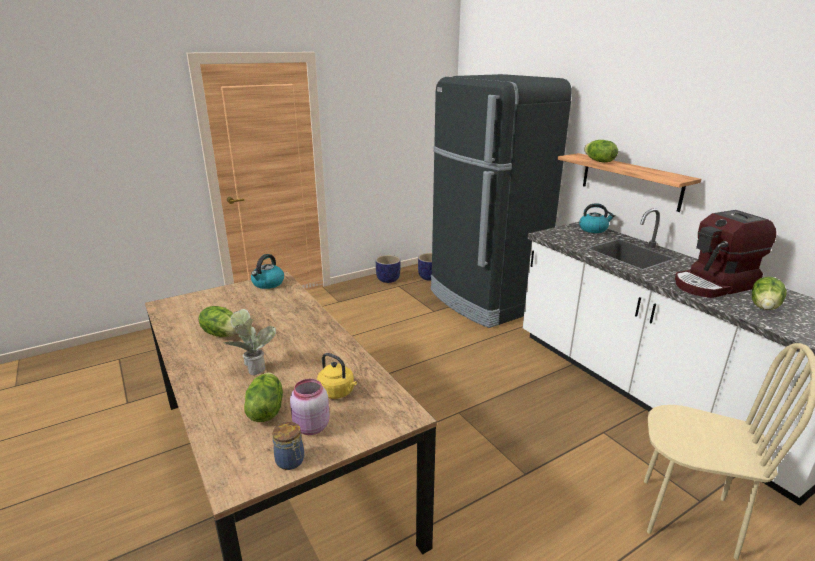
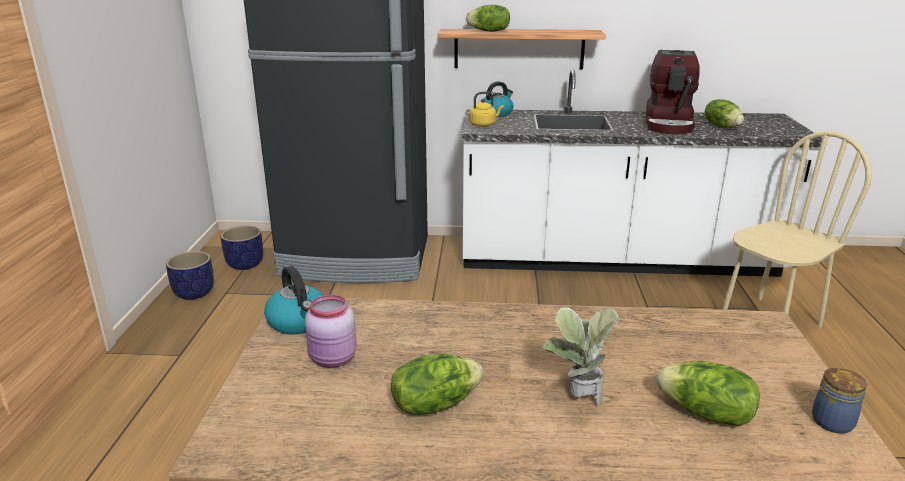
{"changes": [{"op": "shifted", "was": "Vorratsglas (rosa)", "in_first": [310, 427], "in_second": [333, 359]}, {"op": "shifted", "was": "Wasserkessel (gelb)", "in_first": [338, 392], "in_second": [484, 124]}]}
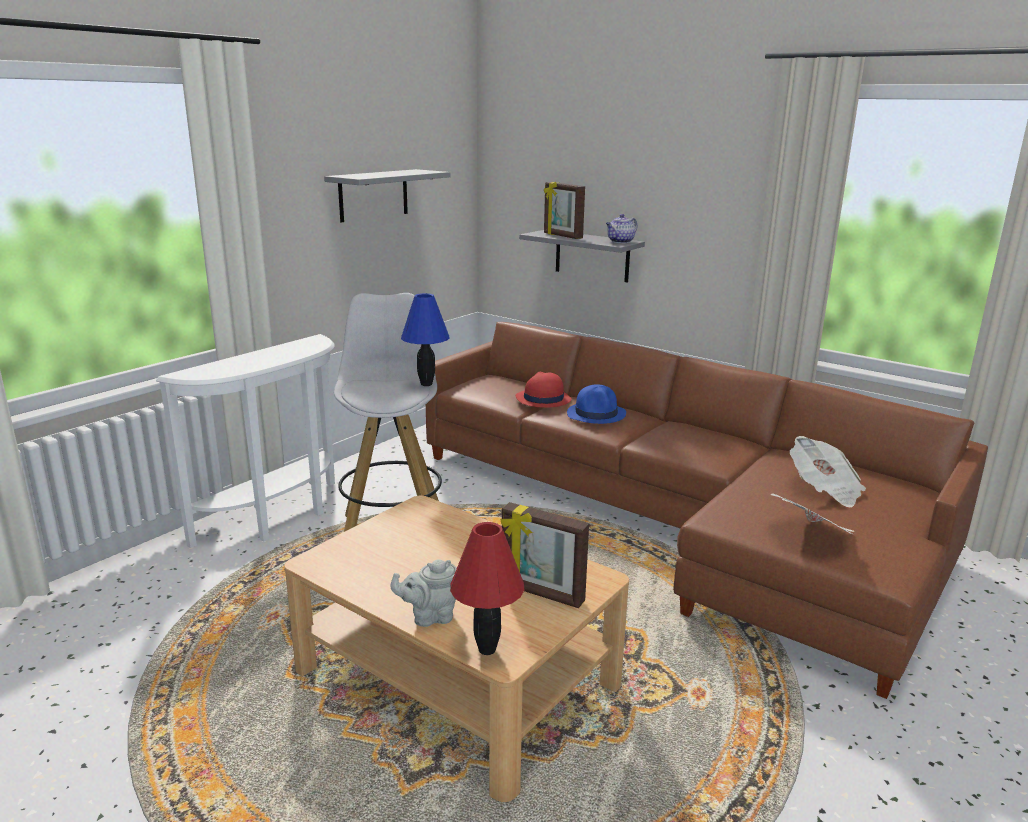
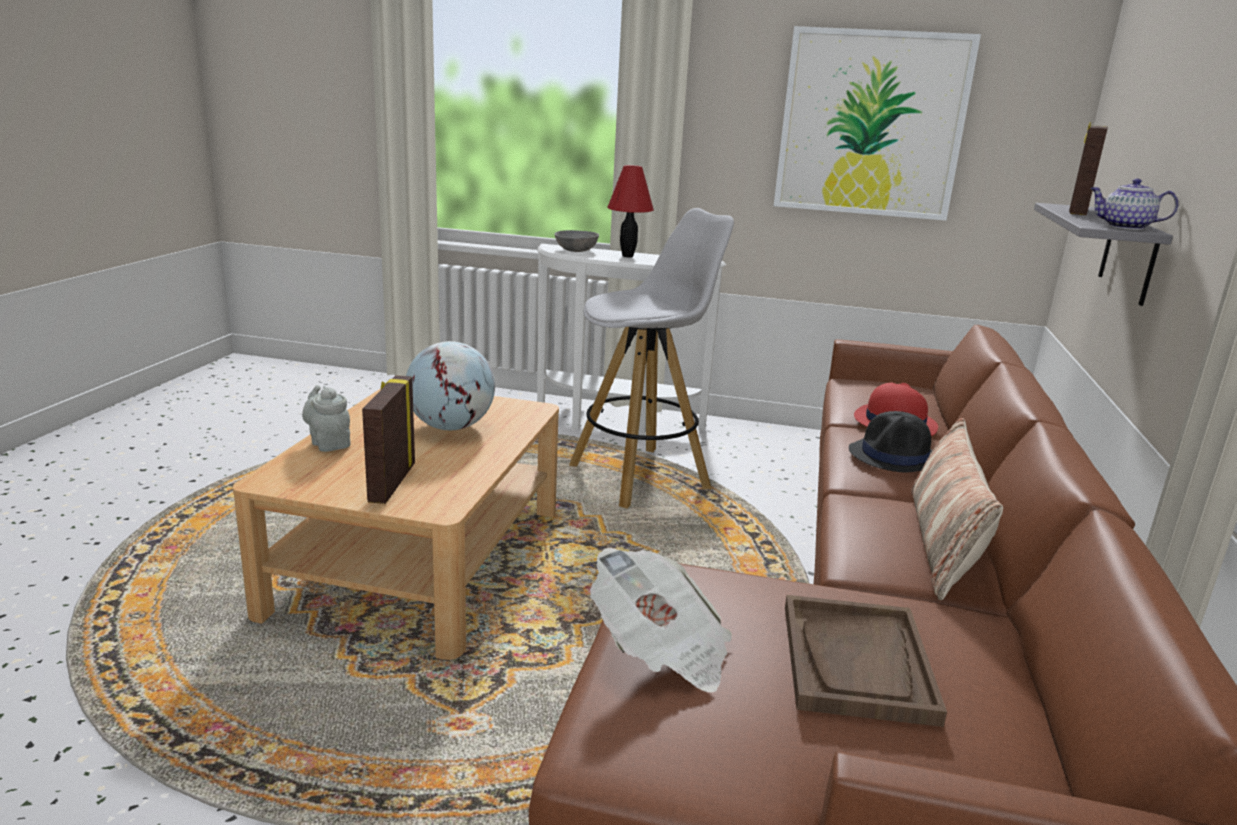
{"changes": [{"op": "swapped", "was": "Wandregal (grau)", "now": "Bild", "in_first": [373, 195], "in_second": [871, 124]}, {"op": "gone", "was": "Tischlampe (blau)", "in_first": [426, 384]}, {"op": "shifted", "was": "Tischlampe (rot)", "in_first": [486, 650], "in_second": [627, 256]}, {"op": "repainted", "was": "Hut (blau)", "now": "Hut (schwarz)", "in_first": [596, 414], "in_second": [895, 456]}, {"op": "swapped", "was": "Zeitung", "now": "Tablett (braun)", "in_first": [824, 490], "in_second": [857, 662]}, {"op": "new", "now": "Globus", "in_second": [451, 427]}, {"op": "new", "now": "Schüssel (grau)", "in_second": [577, 250]}, {"op": "new", "now": "Kissen", "in_second": [943, 542]}]}
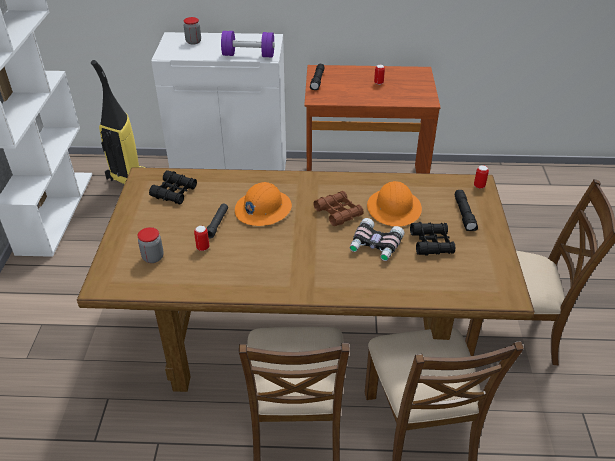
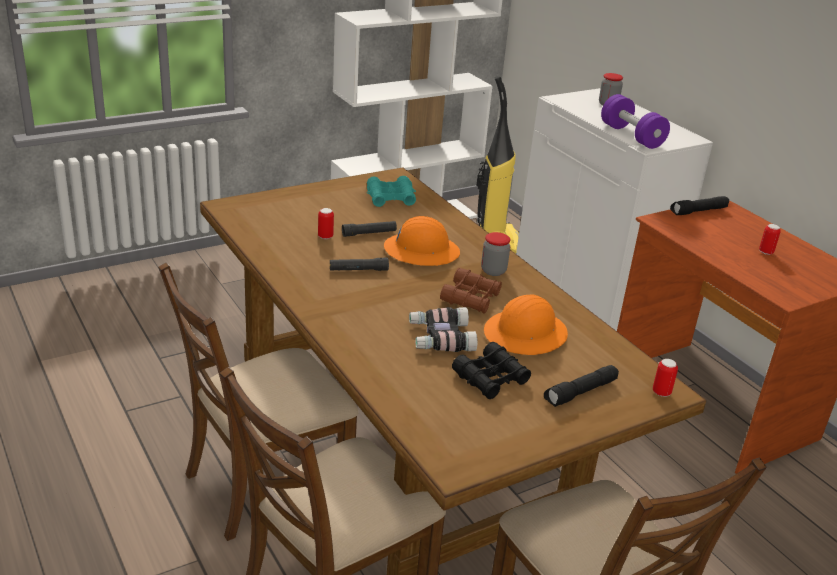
{"changes": [{"op": "shifted", "was": "Vorratsglas", "in_first": [153, 257], "in_second": [493, 271]}, {"op": "repainted", "was": "Fernglas (schwarz)", "now": "Fernglas (türkis)", "in_first": [174, 192], "in_second": [391, 198]}, {"op": "new", "now": "Taschenlampe (schwarz)", "in_second": [358, 270]}]}
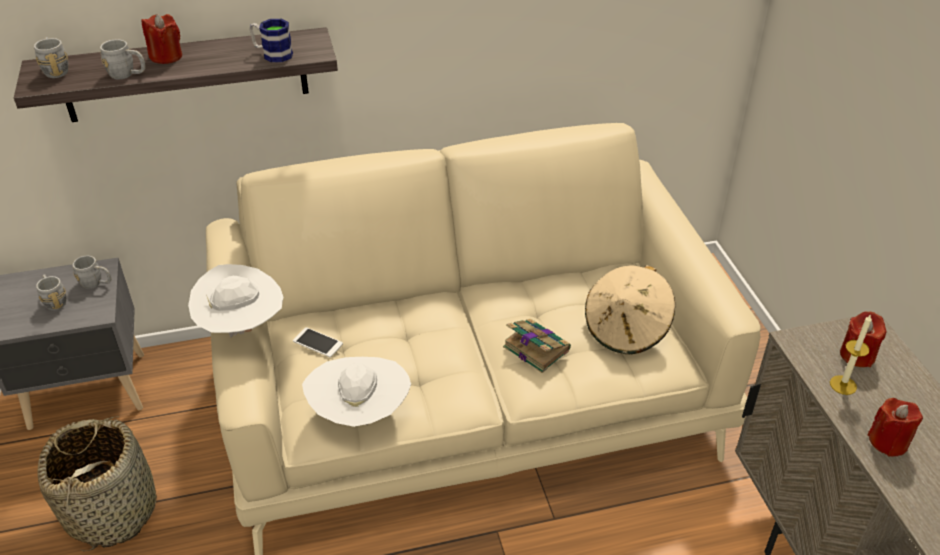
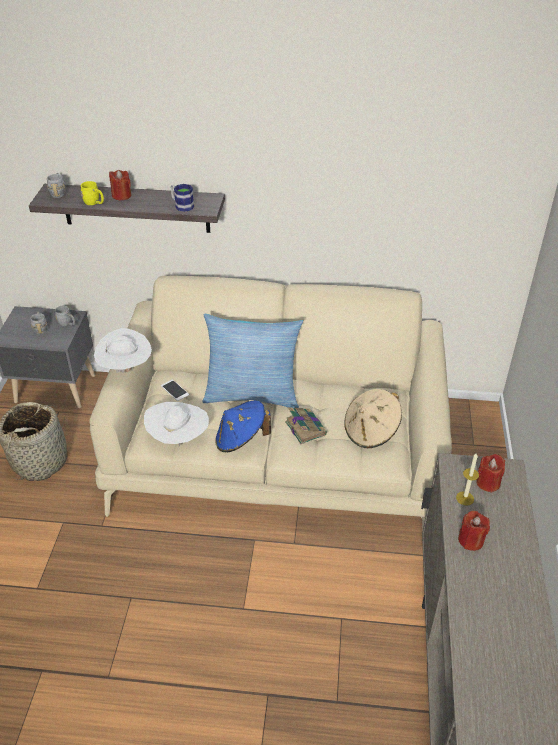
{"changes": [{"op": "repainted", "was": "Henkelbecher (grau)", "now": "Henkelbecher (gelb)", "in_first": [127, 75], "in_second": [94, 203]}, {"op": "new", "now": "Kissen", "in_second": [252, 395]}, {"op": "new", "now": "Hut (blau)", "in_second": [241, 440]}]}
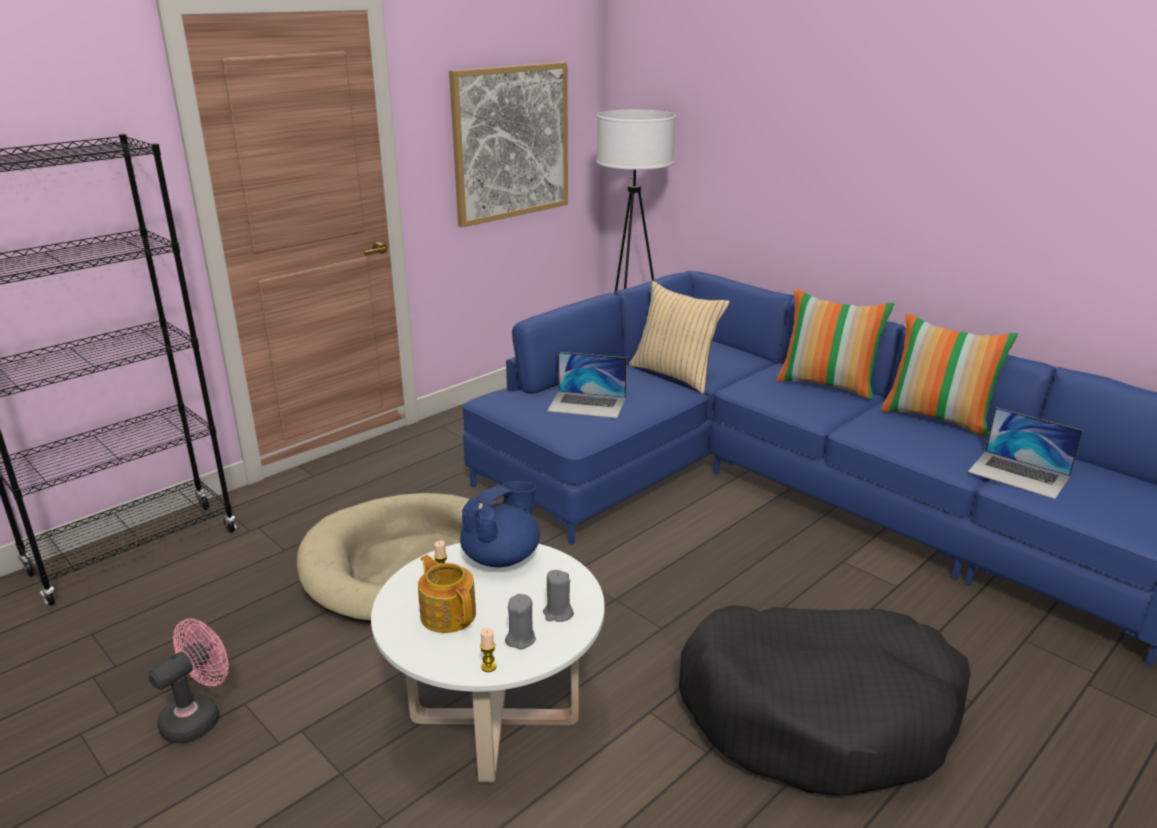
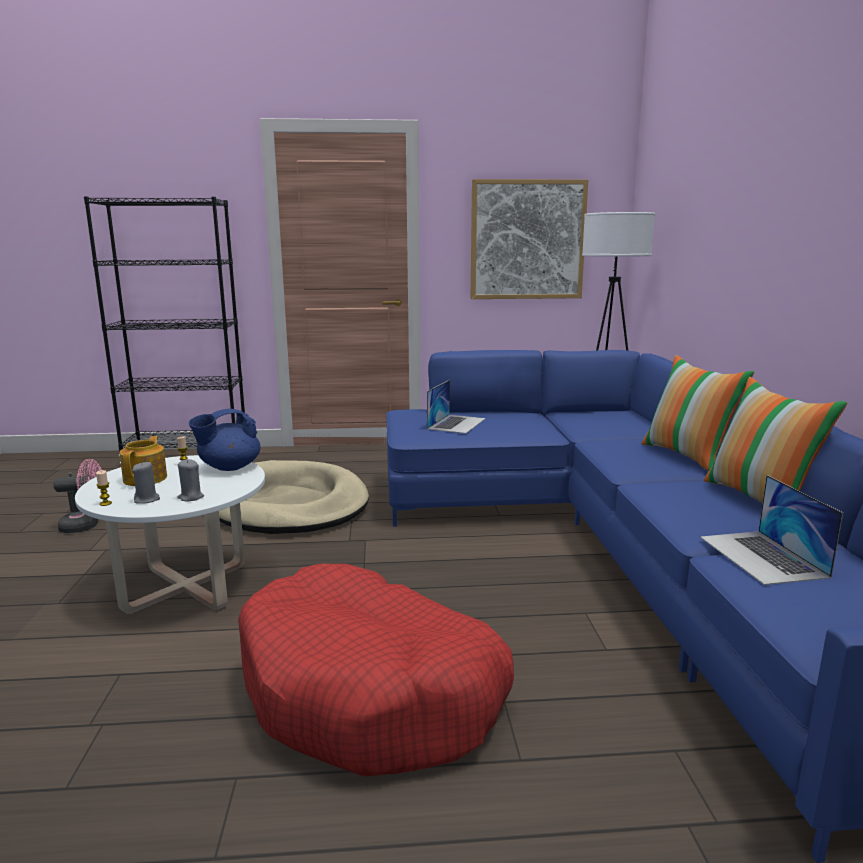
{"changes": [{"op": "rotated", "was": "Teekanne (blau)", "in_first": [502, 557], "in_second": [229, 467], "clockwise": 150}, {"op": "rotated", "was": "Laptop", "in_first": [587, 404], "in_second": [457, 423], "clockwise": -120}, {"op": "gone", "was": "Kissen (beige)", "in_first": [675, 375]}, {"op": "repainted", "was": "Hundebett (schwarz)", "now": "Hundebett (rot)", "in_first": [819, 714], "in_second": [371, 690]}]}
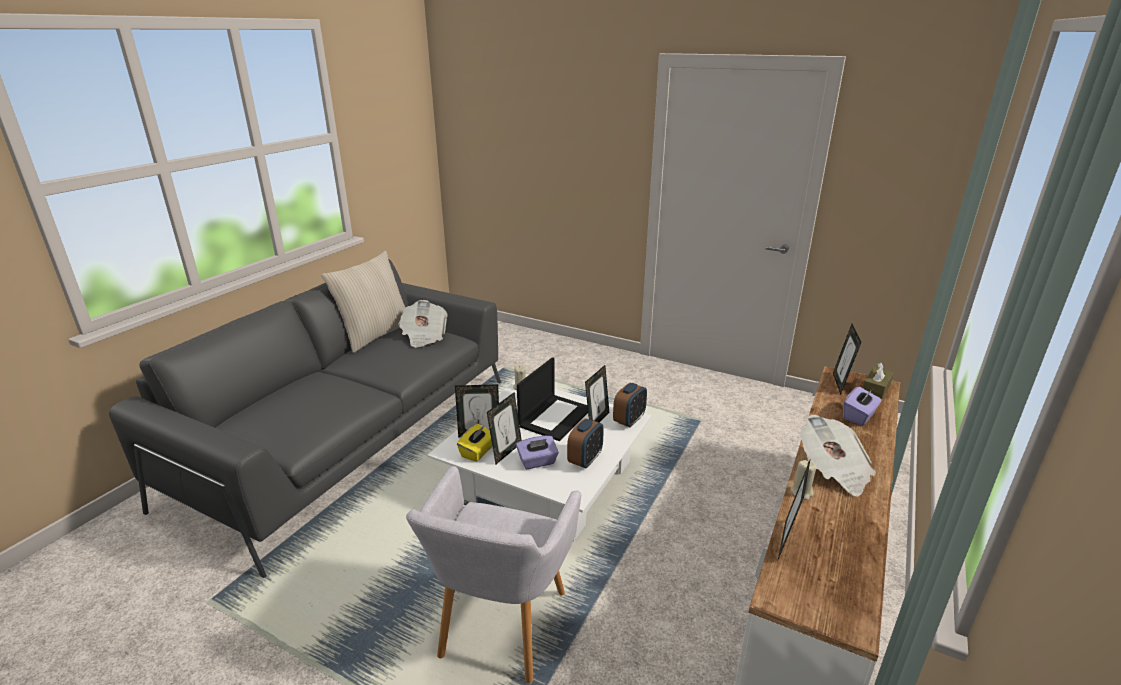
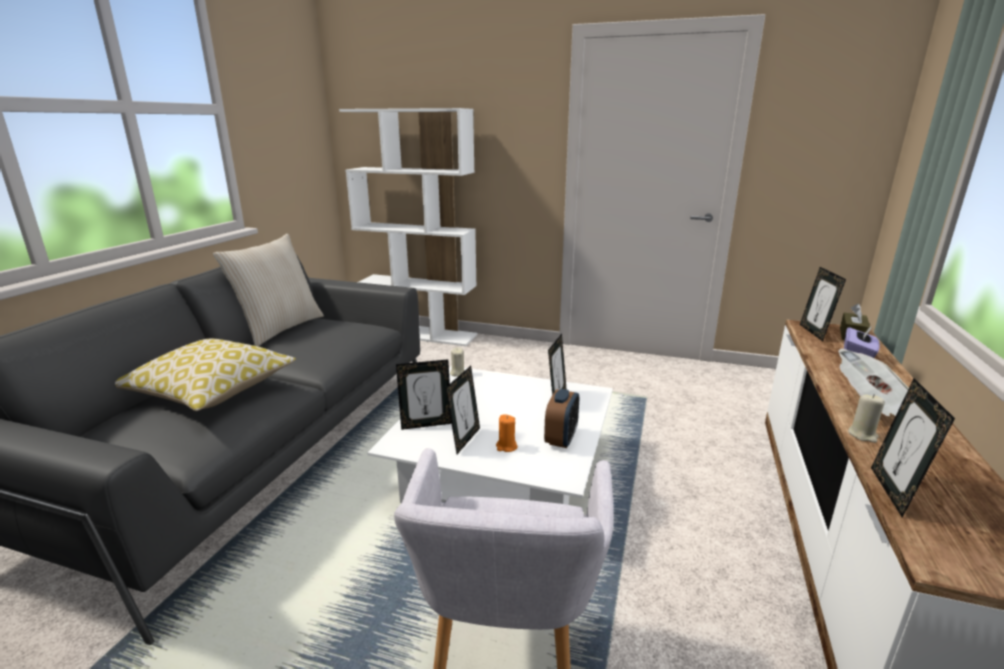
{"changes": [{"op": "gone", "was": "Zeitung", "in_first": [424, 336]}, {"op": "gone", "was": "Taschentuchbox (gelb)", "in_first": [477, 452]}, {"op": "swapped", "was": "Taschentuchbox (lila)", "now": "Kerze (orange)", "in_first": [537, 462], "in_second": [506, 446]}, {"op": "gone", "was": "Laptop", "in_first": [555, 417]}, {"op": "gone", "was": "Wecker", "in_first": [629, 420]}, {"op": "new", "now": "Kissen", "in_second": [210, 391]}, {"op": "new", "now": "Bücherregal (weiß)", "in_second": [420, 333]}]}
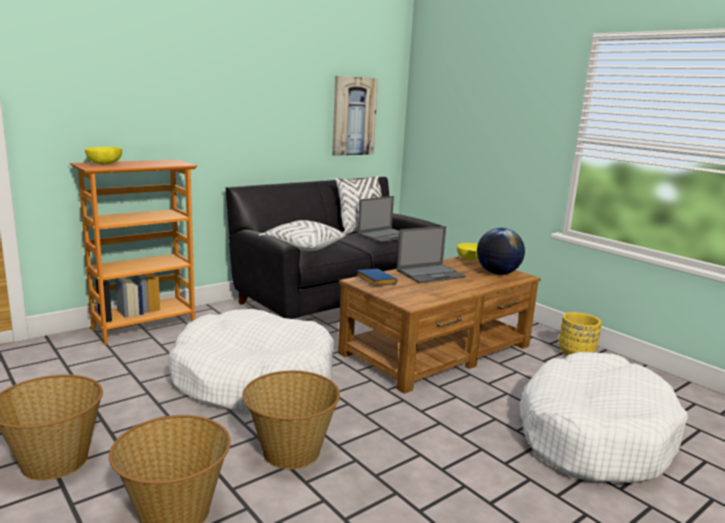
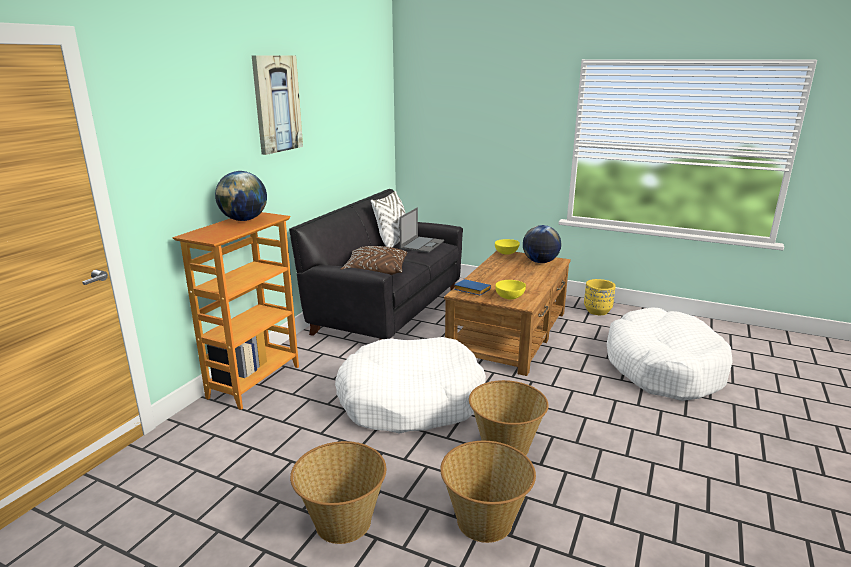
{"changes": [{"op": "shifted", "was": "Schüssel (gelb)", "in_first": [104, 164], "in_second": [510, 298]}, {"op": "repainted", "was": "Kissen (weiß)", "now": "Kissen (braun)", "in_first": [302, 247], "in_second": [376, 271]}, {"op": "shifted", "was": "Bild", "in_first": [353, 116], "in_second": [276, 104]}, {"op": "gone", "was": "Laptop", "in_first": [431, 274]}, {"op": "new", "now": "Globus", "in_second": [244, 220]}]}
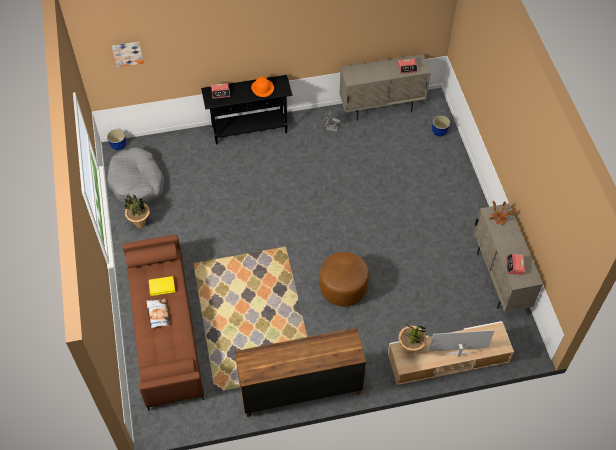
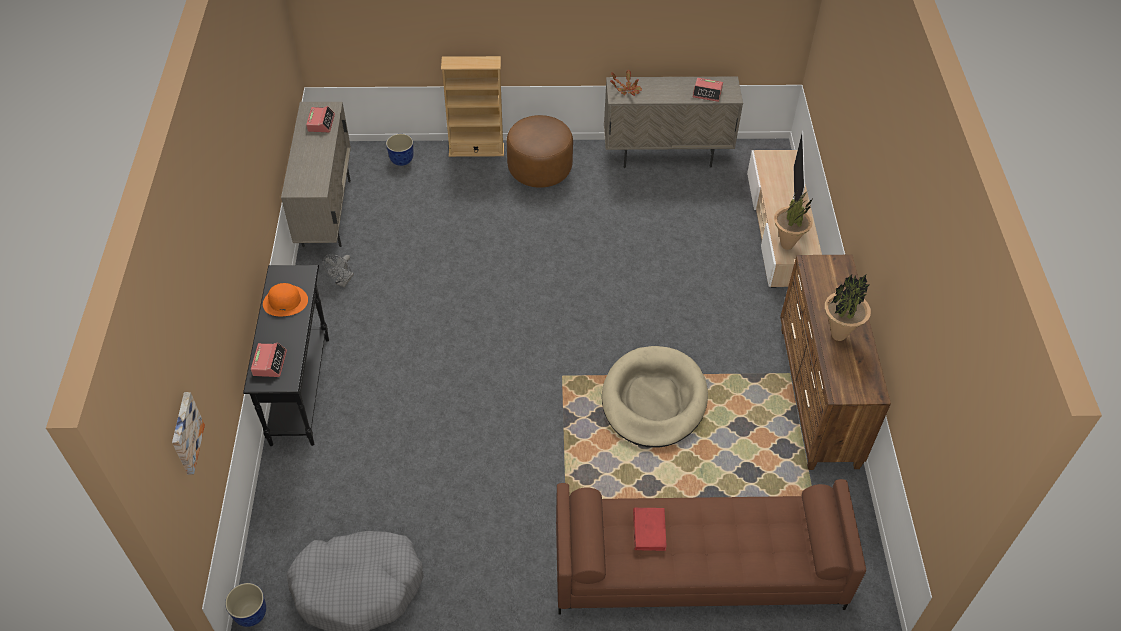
{"changes": [{"op": "shifted", "was": "Topfpflanze", "in_first": [140, 225], "in_second": [838, 335]}, {"op": "gone", "was": "Kissen", "in_first": [158, 314]}, {"op": "repainted", "was": "Buch (gelb)", "now": "Buch (rot)", "in_first": [162, 286], "in_second": [649, 530]}, {"op": "shifted", "was": "Polsterhocker (braun)", "in_first": [343, 288], "in_second": [540, 168]}, {"op": "new", "now": "Bücherregal (beige)", "in_second": [476, 150]}, {"op": "new", "now": "Hundebett (beige)", "in_second": [654, 400]}]}
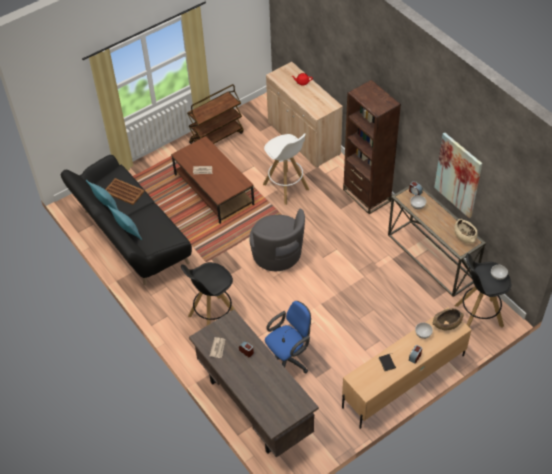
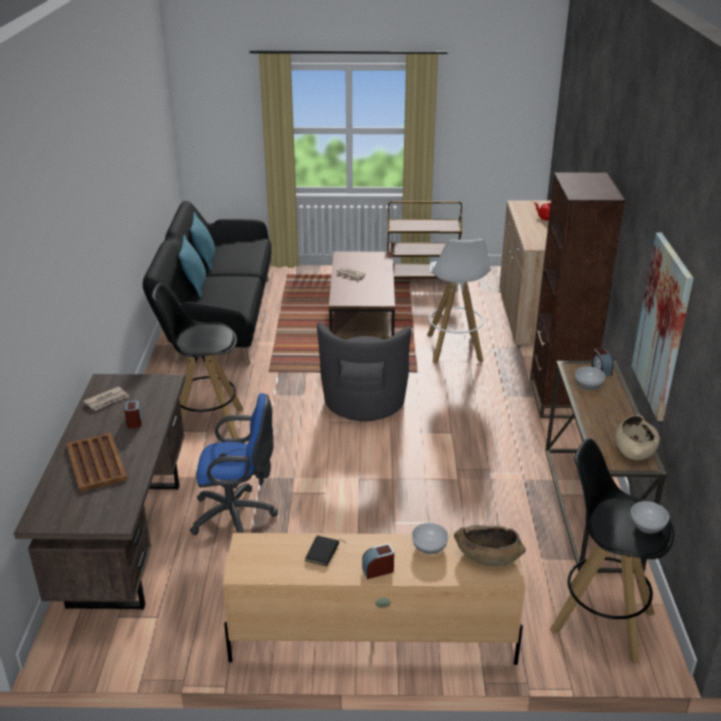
{"changes": [{"op": "shifted", "was": "Tablett (braun)", "in_first": [123, 191], "in_second": [96, 462]}]}
